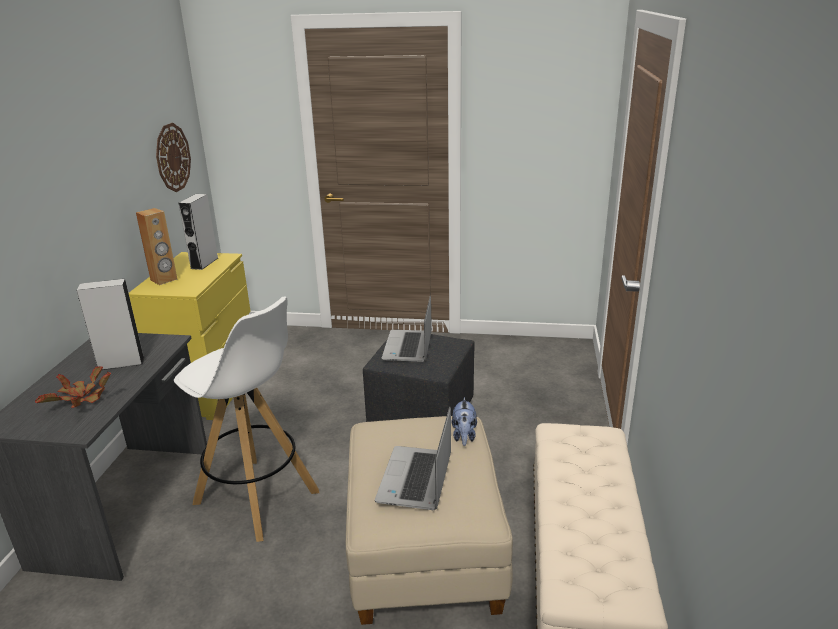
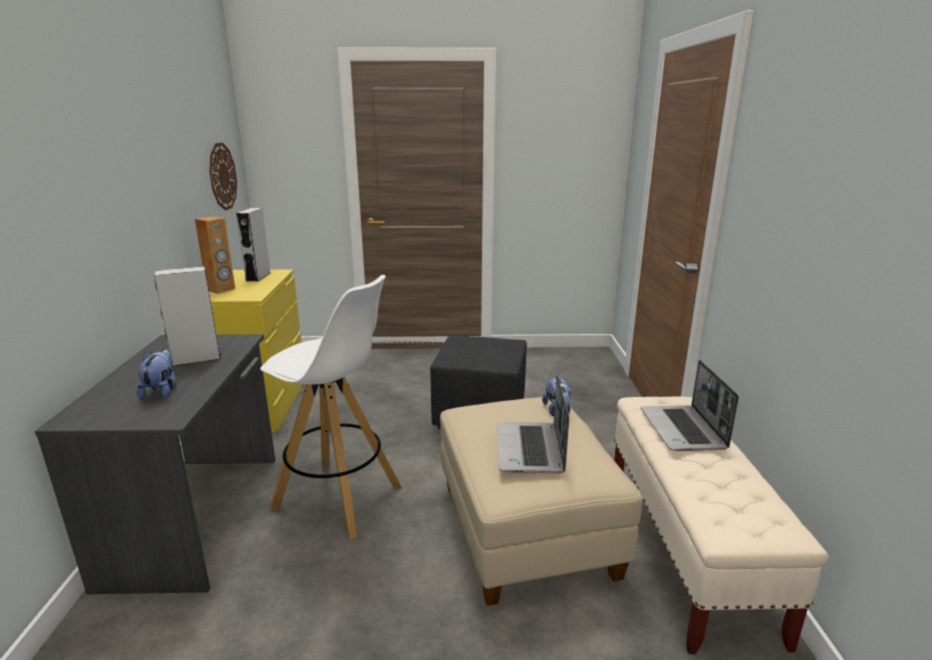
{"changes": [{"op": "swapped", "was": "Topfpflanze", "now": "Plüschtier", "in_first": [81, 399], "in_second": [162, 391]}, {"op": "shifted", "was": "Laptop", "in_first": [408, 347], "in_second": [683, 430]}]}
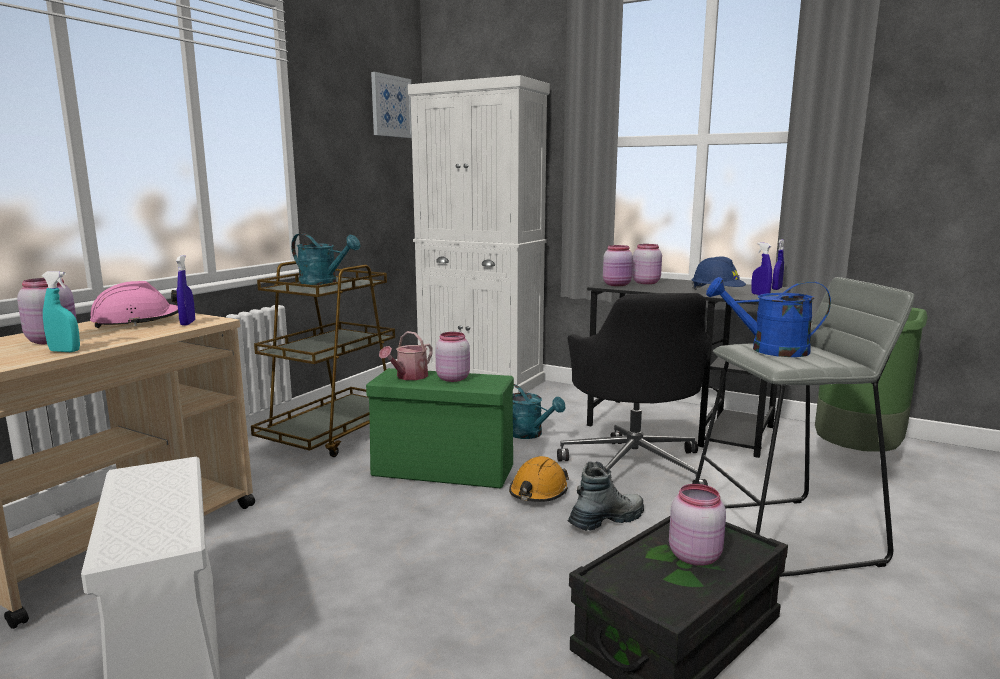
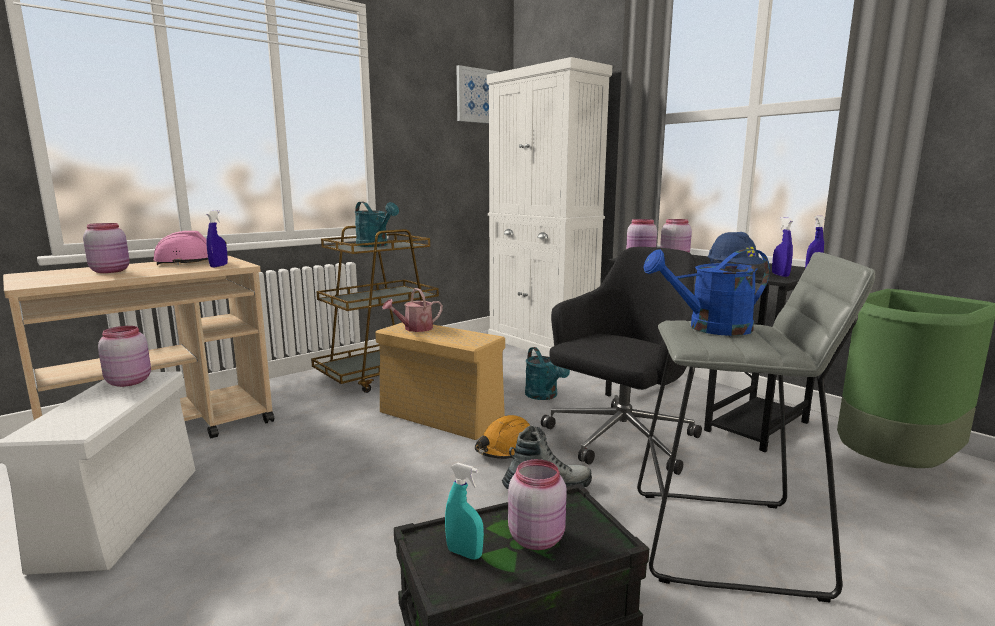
{"changes": [{"op": "shifted", "was": "Sprühflasche (türkis)", "in_first": [65, 351], "in_second": [464, 553]}, {"op": "repainted", "was": "Aufbewahrungsbox (grün)", "now": "Aufbewahrungsbox (beige)", "in_first": [440, 470], "in_second": [439, 416]}, {"op": "shifted", "was": "Vorratsglas (rosa)", "in_first": [452, 378], "in_second": [129, 381]}, {"op": "rotated", "was": "Bürostuhl (schwarz)", "in_first": [634, 466], "in_second": [619, 440], "clockwise": -150}, {"op": "rotated", "was": "Gießkanne (blau)", "in_first": [768, 350], "in_second": [709, 328], "clockwise": -45}]}
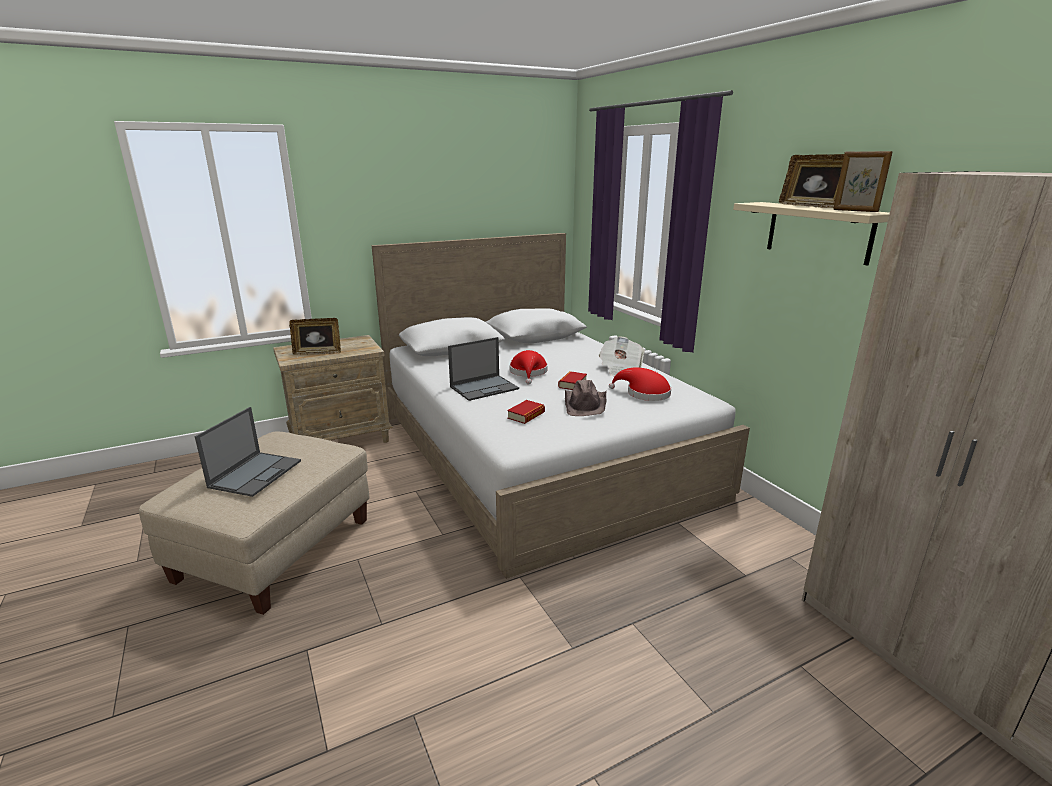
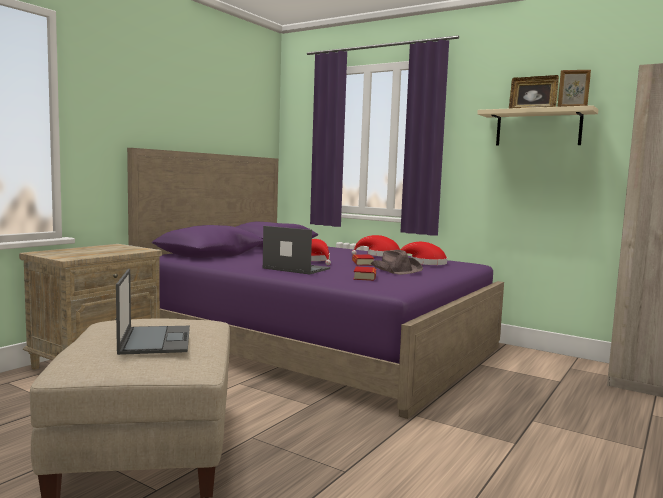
{"changes": [{"op": "gone", "was": "Bilderrahmen", "in_first": [318, 353]}, {"op": "repainted", "was": "Bett (weiß)", "now": "Bett (lila)", "in_first": [540, 452], "in_second": [318, 343]}, {"op": "rotated", "was": "Laptop", "in_first": [484, 388], "in_second": [295, 268], "clockwise": -90}, {"op": "swapped", "was": "Zeitung", "now": "Hut (rot)", "in_first": [620, 369], "in_second": [380, 255]}]}
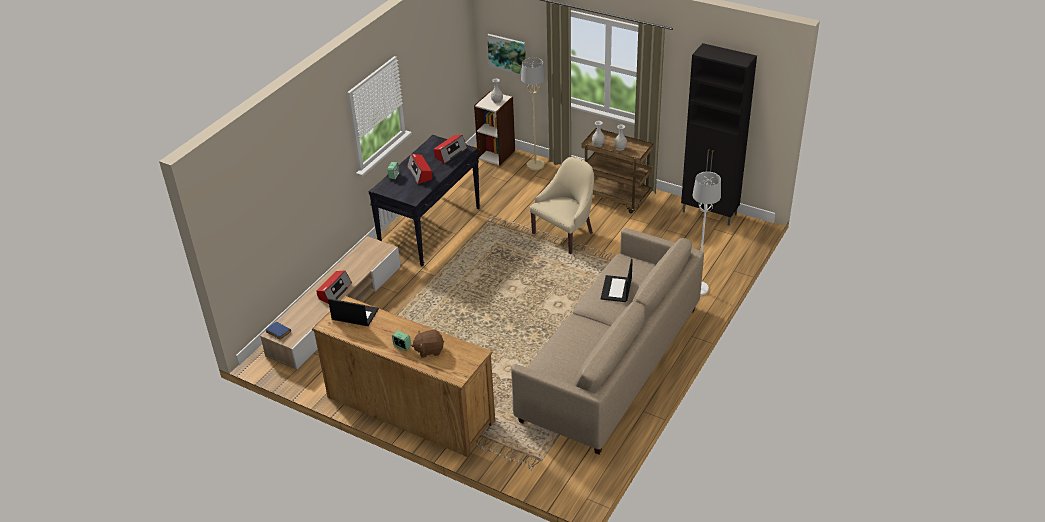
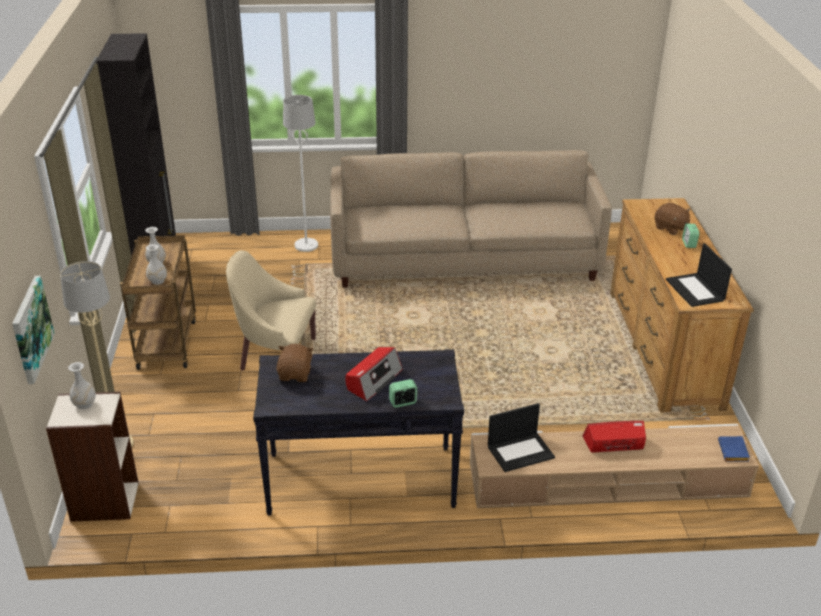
{"changes": [{"op": "swapped", "was": "Radio", "now": "Plüschtier (braun)", "in_first": [450, 153], "in_second": [295, 374]}, {"op": "shifted", "was": "Laptop", "in_first": [616, 289], "in_second": [521, 451]}]}
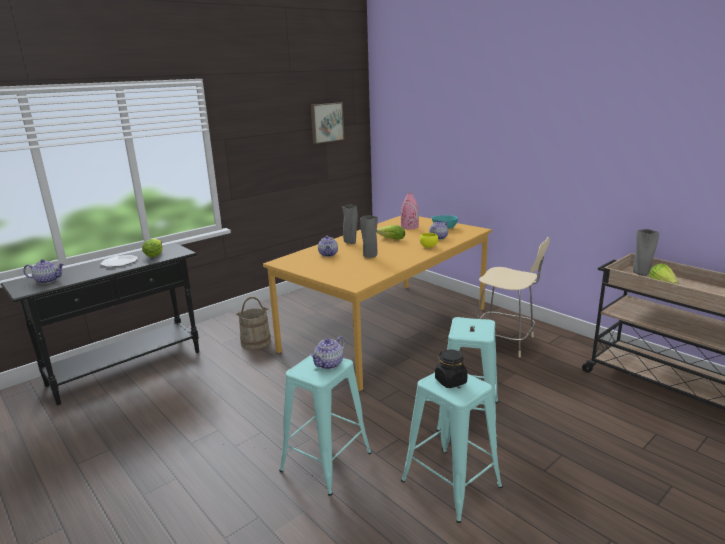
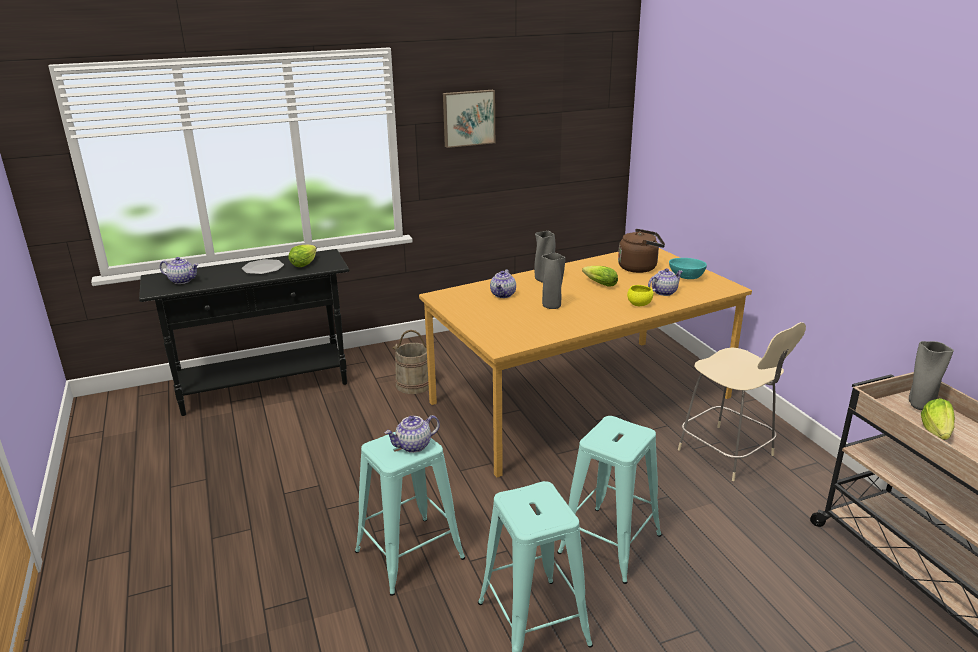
{"changes": [{"op": "shifted", "was": "Bild", "in_first": [326, 122], "in_second": [468, 118]}, {"op": "swapped", "was": "Vase (rosa)", "now": "Wasserkessel (braun)", "in_first": [410, 227], "in_second": [640, 267]}, {"op": "gone", "was": "Vorratsglas (schwarz)", "in_first": [450, 381]}]}
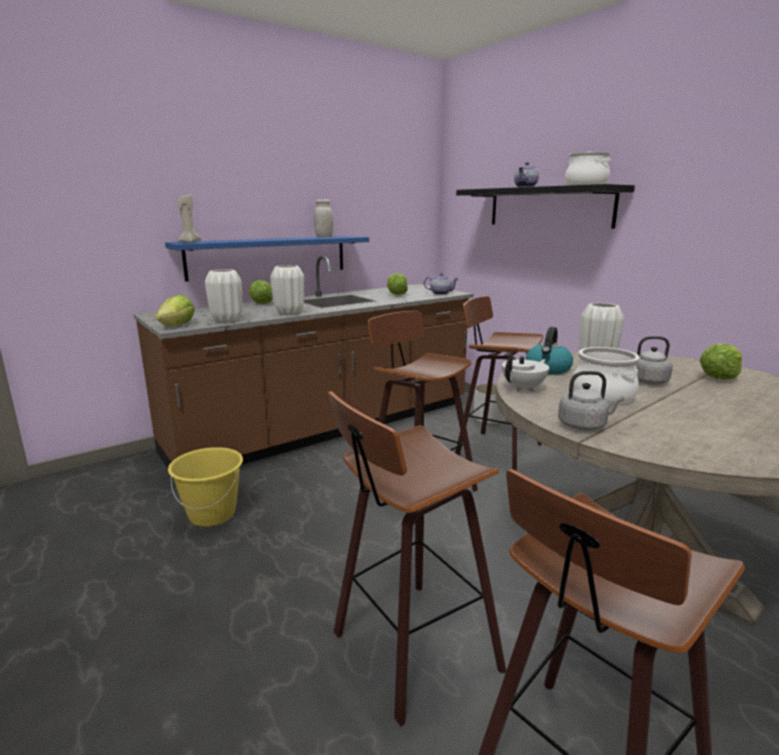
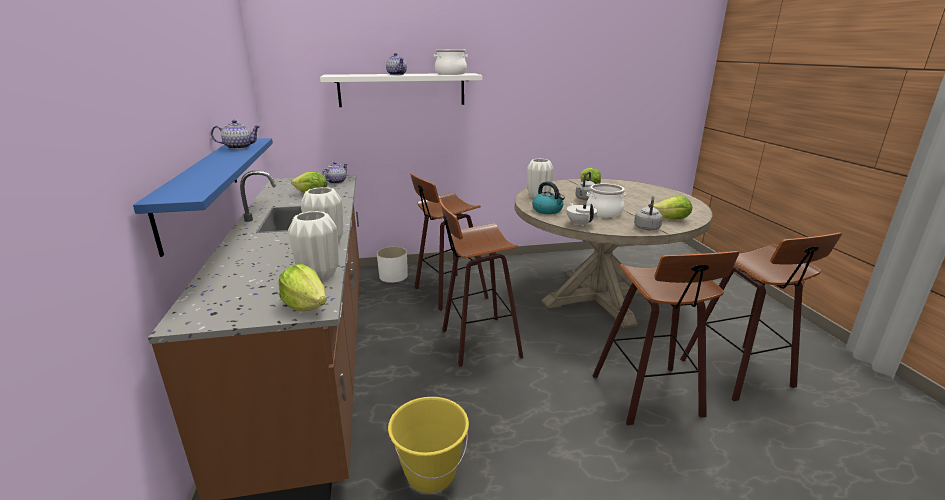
{"changes": [{"op": "gone", "was": "Kerze (beige)", "in_first": [189, 242]}, {"op": "shifted", "was": "Salatkopf", "in_first": [261, 304], "in_second": [672, 219]}, {"op": "swapped", "was": "Vorratsglas (weiß)", "now": "Teekanne", "in_first": [324, 237], "in_second": [239, 147]}, {"op": "repainted", "was": "Wandregal (schwarz)", "now": "Wandregal (weiß)", "in_first": [548, 207], "in_second": [402, 90]}]}
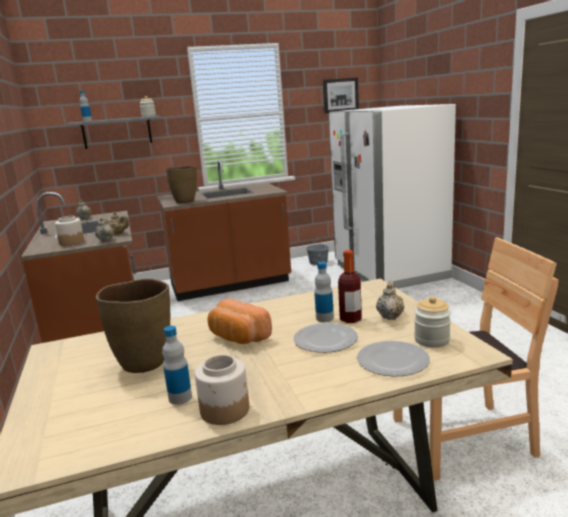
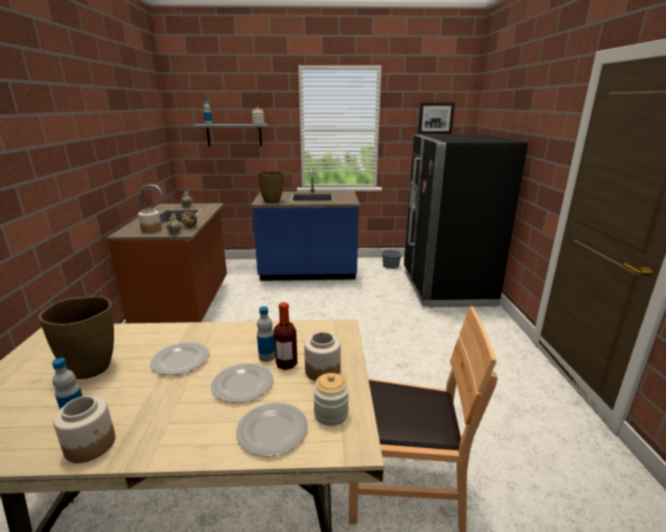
{"changes": [{"op": "repainted", "was": "Küchenzeile (braun)", "now": "Küchenzeile (blau)", "in_first": [230, 284], "in_second": [308, 273]}, {"op": "swapped", "was": "Brot", "now": "Teller", "in_first": [237, 337], "in_second": [181, 360]}, {"op": "repainted", "was": "Kühlschrank (weiß)", "now": "Kühlschrank (schwarz)", "in_first": [389, 272], "in_second": [446, 288]}, {"op": "swapped", "was": "Teekanne (beige)", "now": "Vorratsglas", "in_first": [390, 316], "in_second": [322, 370]}]}
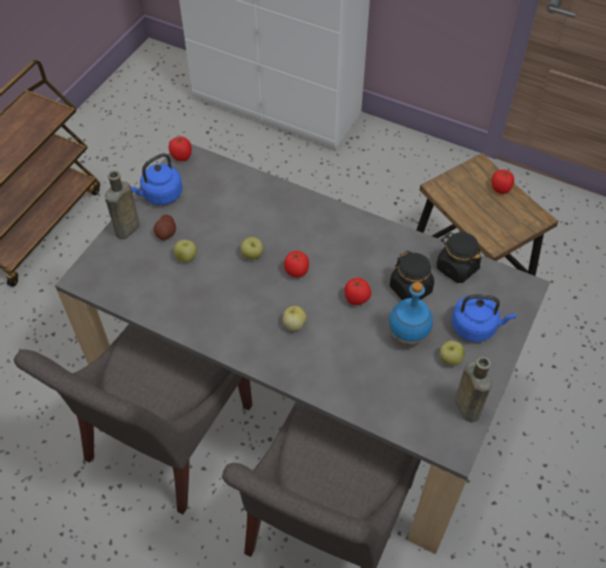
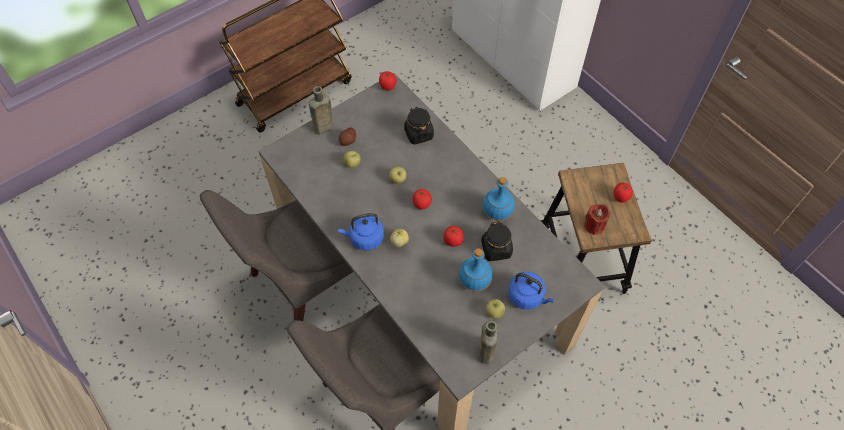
{"changes": [{"op": "shifted", "was": "Wasserkessel (blau)", "in_first": [160, 195], "in_second": [364, 238]}, {"op": "shifted", "was": "Vorratsglas (schwarz)", "in_first": [456, 268], "in_second": [418, 134]}, {"op": "new", "now": "Flasche (blau)", "in_second": [497, 214]}, {"op": "new", "now": "Kerze (rot)", "in_second": [594, 225]}]}
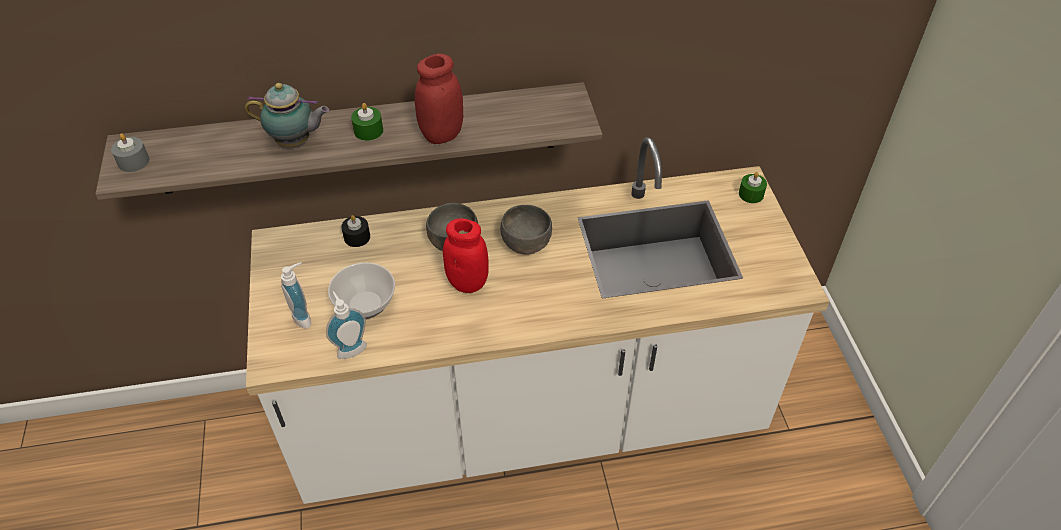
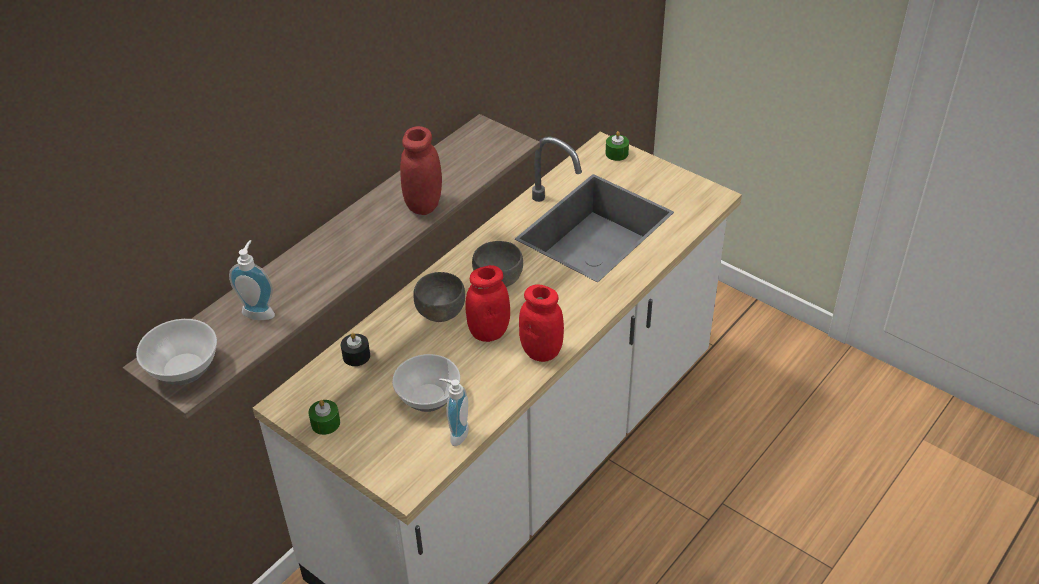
{"changes": [{"op": "swapped", "was": "Kerze (grau)", "now": "Schüssel", "in_first": [133, 161], "in_second": [183, 370]}, {"op": "gone", "was": "Teekanne", "in_first": [295, 142]}, {"op": "shifted", "was": "Seifenspender", "in_first": [305, 316], "in_second": [260, 311]}, {"op": "shifted", "was": "Kerze (grün)", "in_first": [368, 131], "in_second": [325, 423]}, {"op": "new", "now": "Vorratsglas (rot)", "in_second": [541, 351]}]}
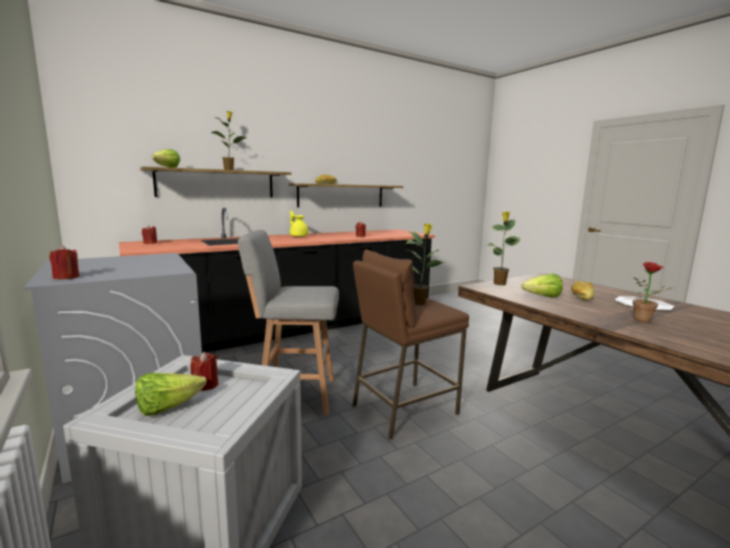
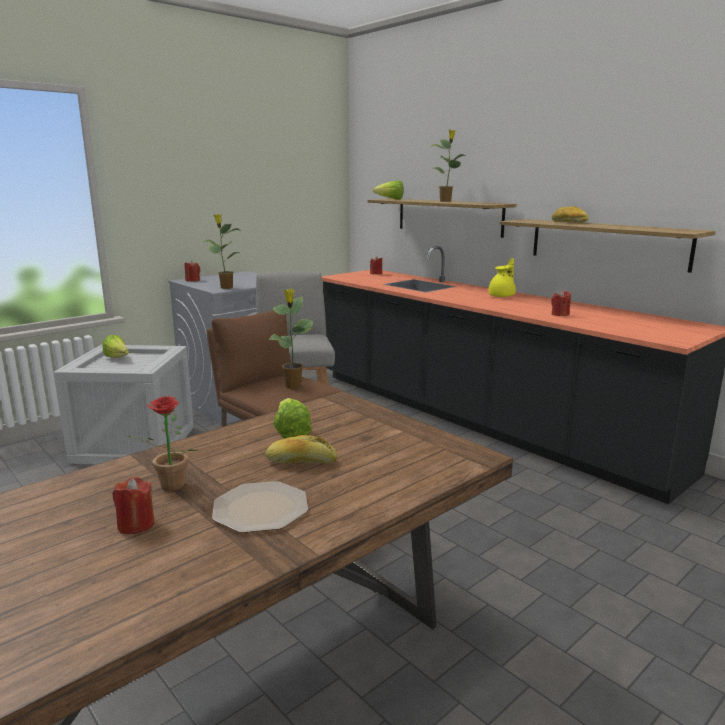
{"changes": [{"op": "shifted", "was": "Kerze (rot)", "in_first": [205, 385], "in_second": [136, 525]}, {"op": "shifted", "was": "Topfpflanze", "in_first": [499, 284], "in_second": [225, 287]}]}
